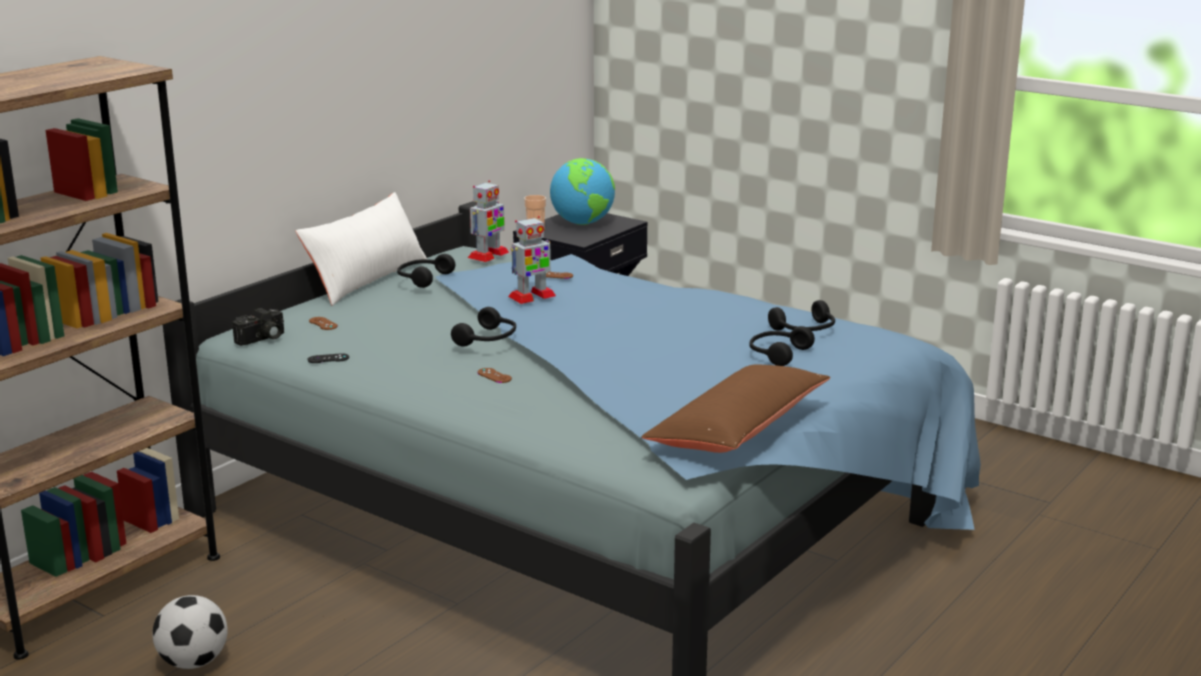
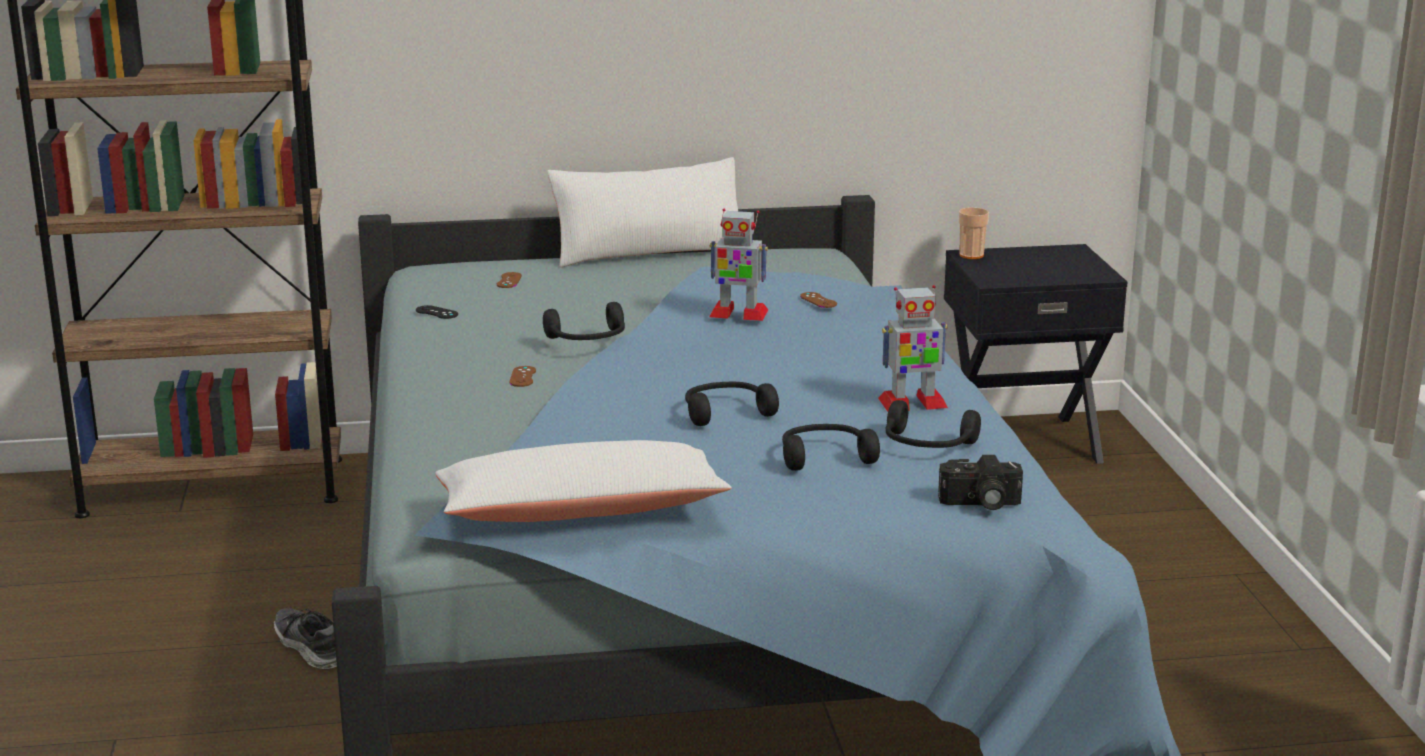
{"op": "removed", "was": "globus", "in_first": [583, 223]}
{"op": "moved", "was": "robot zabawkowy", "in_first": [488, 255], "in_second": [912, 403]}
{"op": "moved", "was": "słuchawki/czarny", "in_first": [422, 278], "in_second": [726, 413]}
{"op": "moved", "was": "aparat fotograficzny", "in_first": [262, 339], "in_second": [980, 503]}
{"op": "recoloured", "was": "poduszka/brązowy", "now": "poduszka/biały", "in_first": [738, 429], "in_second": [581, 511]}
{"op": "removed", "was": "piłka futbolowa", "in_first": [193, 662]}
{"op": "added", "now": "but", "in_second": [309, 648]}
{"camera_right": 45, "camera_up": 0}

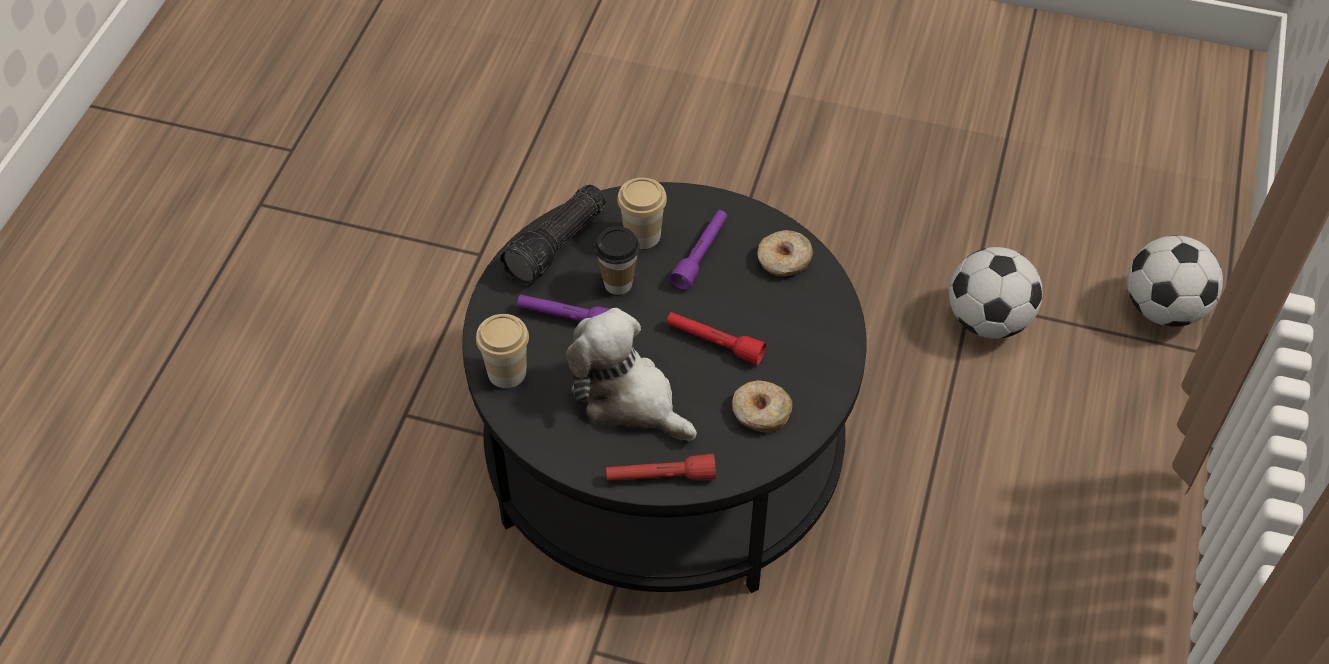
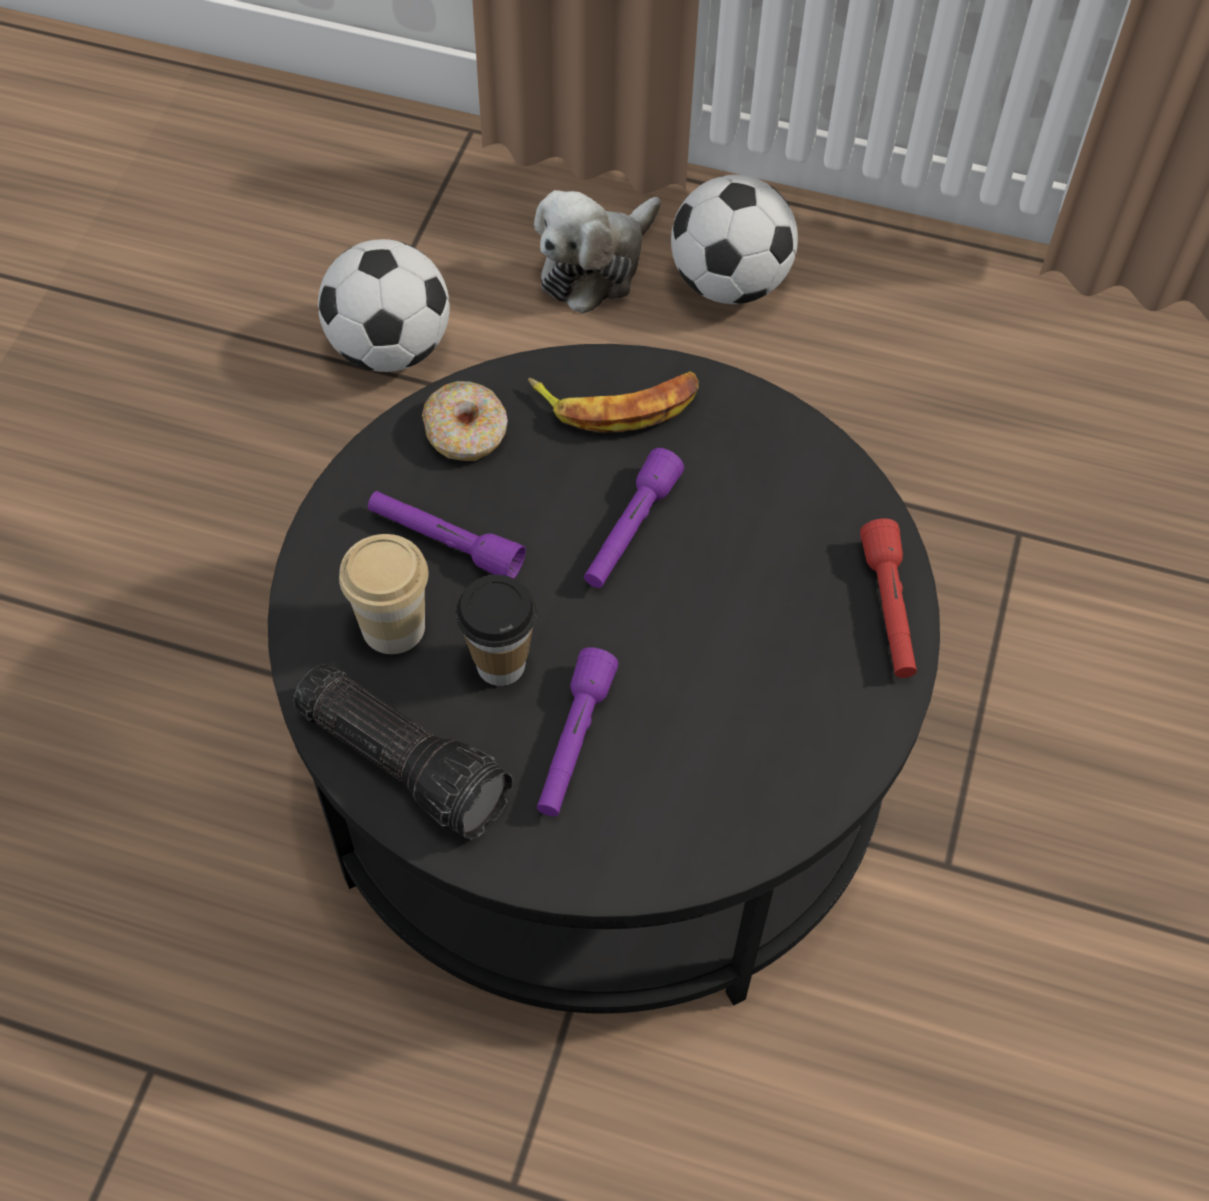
{"op": "moved", "was": "piłka futbolowa", "in_first": [1163, 309], "in_second": [729, 283]}
{"op": "moved", "was": "pluszak", "in_first": [628, 399], "in_second": [596, 266]}
{"op": "recoloured", "was": "latarka/czerwony", "now": "latarka/fioletowy", "in_first": [714, 343], "in_second": [630, 530]}
{"op": "removed", "was": "filiżanka", "in_first": [507, 372]}
{"op": "removed", "was": "donut", "in_first": [760, 412]}
{"op": "added", "now": "banan", "in_second": [618, 403]}
{"camera_right": -90, "camera_up": 5}

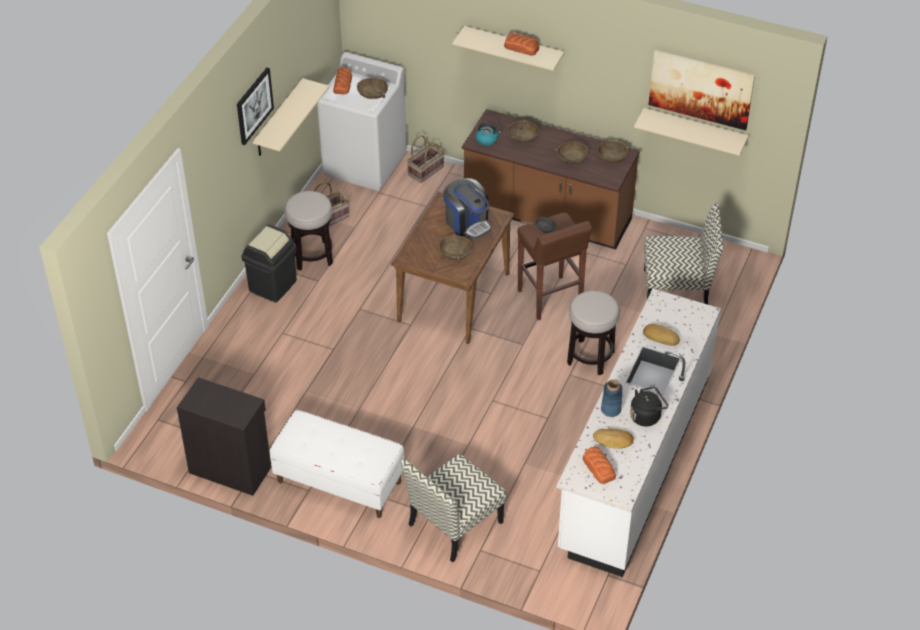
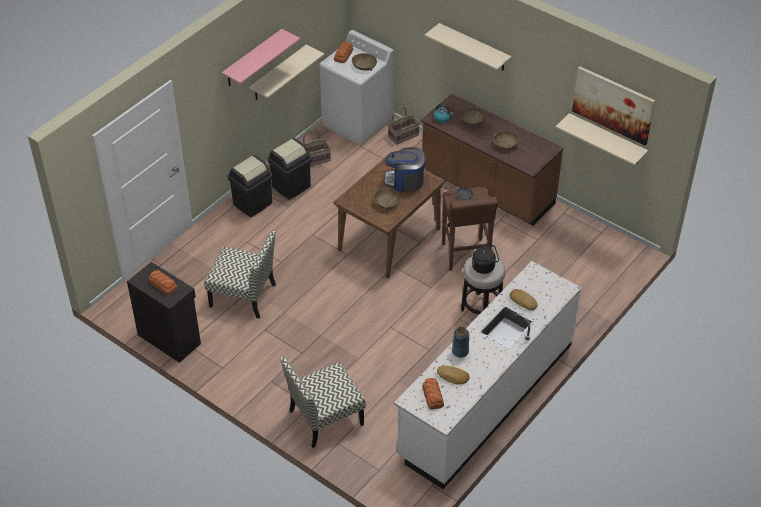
{"op": "moved", "was": "chleb", "in_first": [521, 47], "in_second": [163, 284]}
{"op": "replaced", "was": "obraz", "now": "półka/różowy", "in_first": [254, 105], "in_second": [252, 58]}
{"op": "removed", "was": "miska/brązowy", "in_first": [612, 156]}
{"op": "turned", "was": "ekspres do kawy", "in_first": [467, 223], "in_second": [405, 181], "clockwise": 120}
{"op": "replaced", "was": "stołek", "now": "kosz na śmieci/czarny", "in_first": [312, 256], "in_second": [291, 186]}
{"op": "moved", "was": "krzesło", "in_first": [677, 289], "in_second": [244, 295]}
{"op": "moved", "was": "czajnik/czarny", "in_first": [646, 416], "in_second": [484, 266]}
{"op": "removed", "was": "ławka/biały", "in_first": [339, 482]}
{"camera_right": 15, "camera_up": 0}

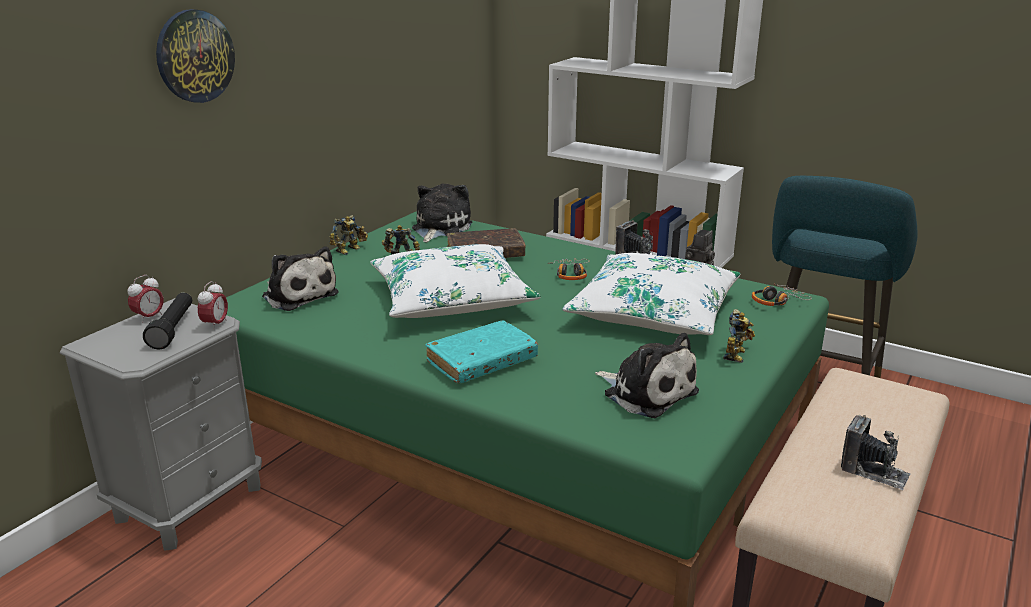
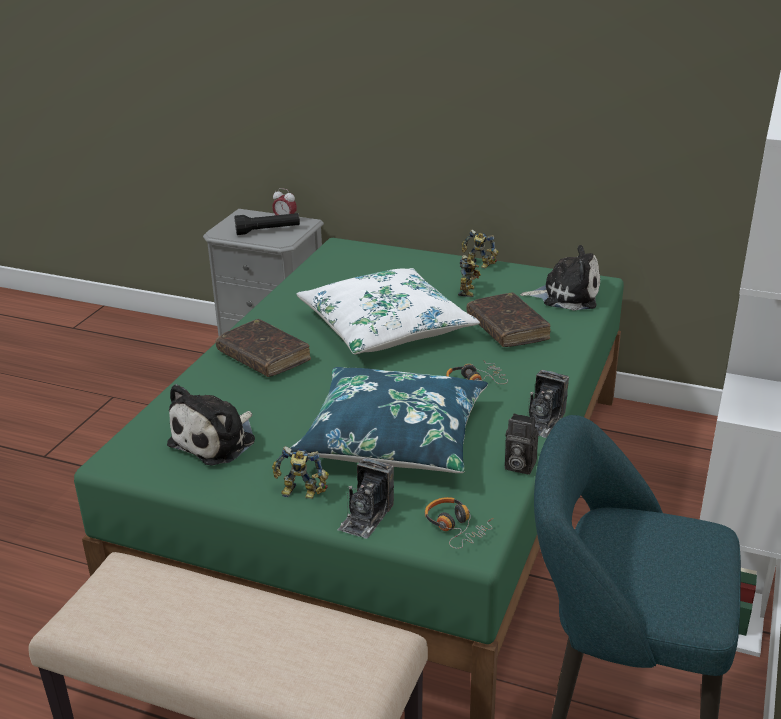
{"op": "removed", "was": "zegar ścienny", "in_first": [194, 56]}
{"op": "removed", "was": "pluszak", "in_first": [298, 295]}
{"op": "recoloured", "was": "poduszka/biały", "now": "poduszka/niebieski", "in_first": [653, 312], "in_second": [393, 437]}
{"op": "removed", "was": "budzik", "in_first": [215, 325]}
{"op": "recoloured", "was": "książka/turkusowy", "now": "książka/brązowy", "in_first": [482, 362], "in_second": [263, 357]}
{"op": "moved", "was": "aparat fotograficzny", "in_first": [874, 471], "in_second": [366, 516]}
{"camera_right": 80, "camera_up": 5}

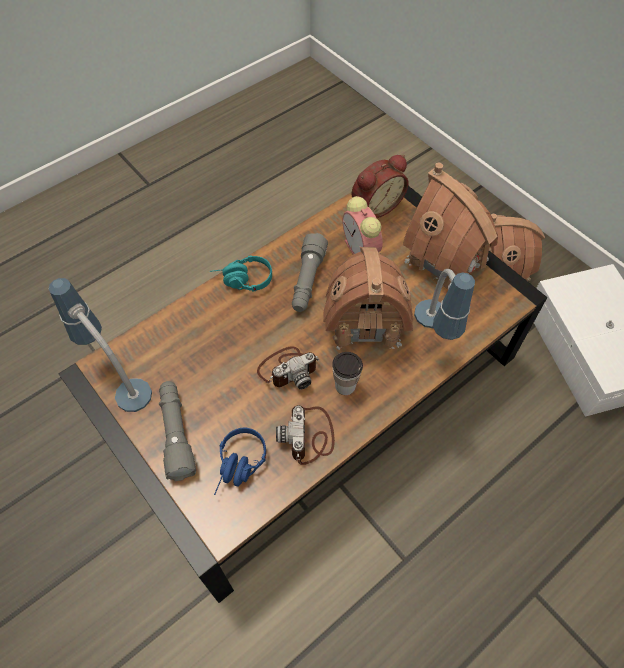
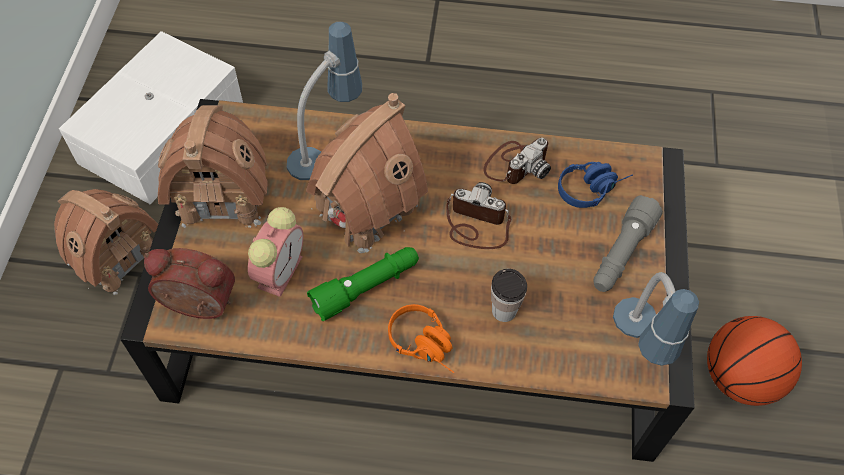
{"op": "recoloured", "was": "latarka/szary", "now": "latarka/zielony", "in_first": [307, 281], "in_second": [366, 287]}
{"op": "recoloured", "was": "słuchawki/turkusowy", "now": "słuchawki/pomarańczowy", "in_first": [242, 281], "in_second": [426, 345]}
{"op": "moved", "was": "filiżanka", "in_first": [345, 386], "in_second": [504, 310]}
{"op": "added", "now": "piłka do koszykówki", "in_second": [739, 378]}
{"camera_right": -135, "camera_up": 0}

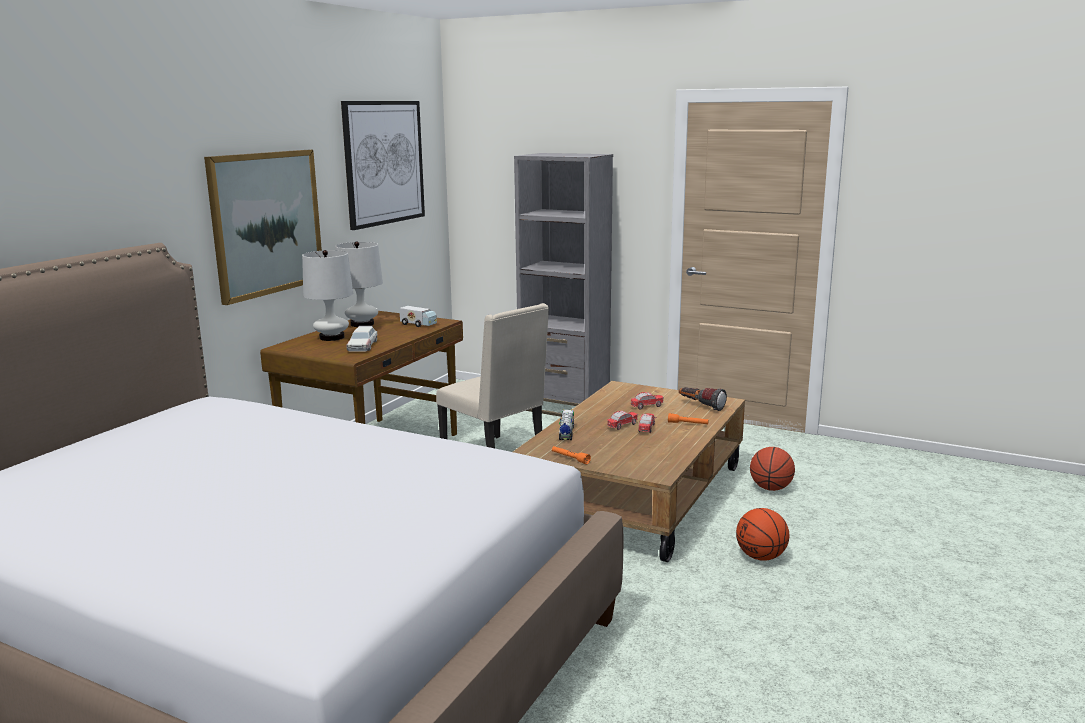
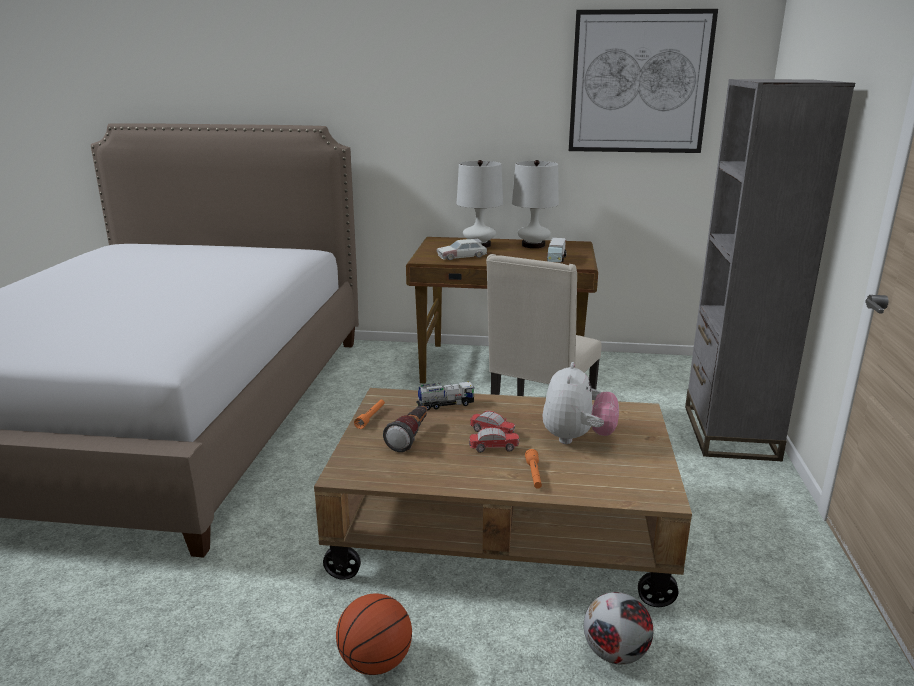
{"op": "removed", "was": "obraz", "in_first": [266, 223]}
{"op": "moved", "was": "latarka", "in_first": [700, 406], "in_second": [411, 437]}
{"op": "replaced", "was": "samochodzik", "now": "pluszak", "in_first": [646, 406], "in_second": [577, 438]}
{"op": "replaced", "was": "piłka do koszykówki", "now": "piłka futbolowa", "in_first": [770, 488], "in_second": [615, 654]}
{"camera_right": 70, "camera_up": 5}

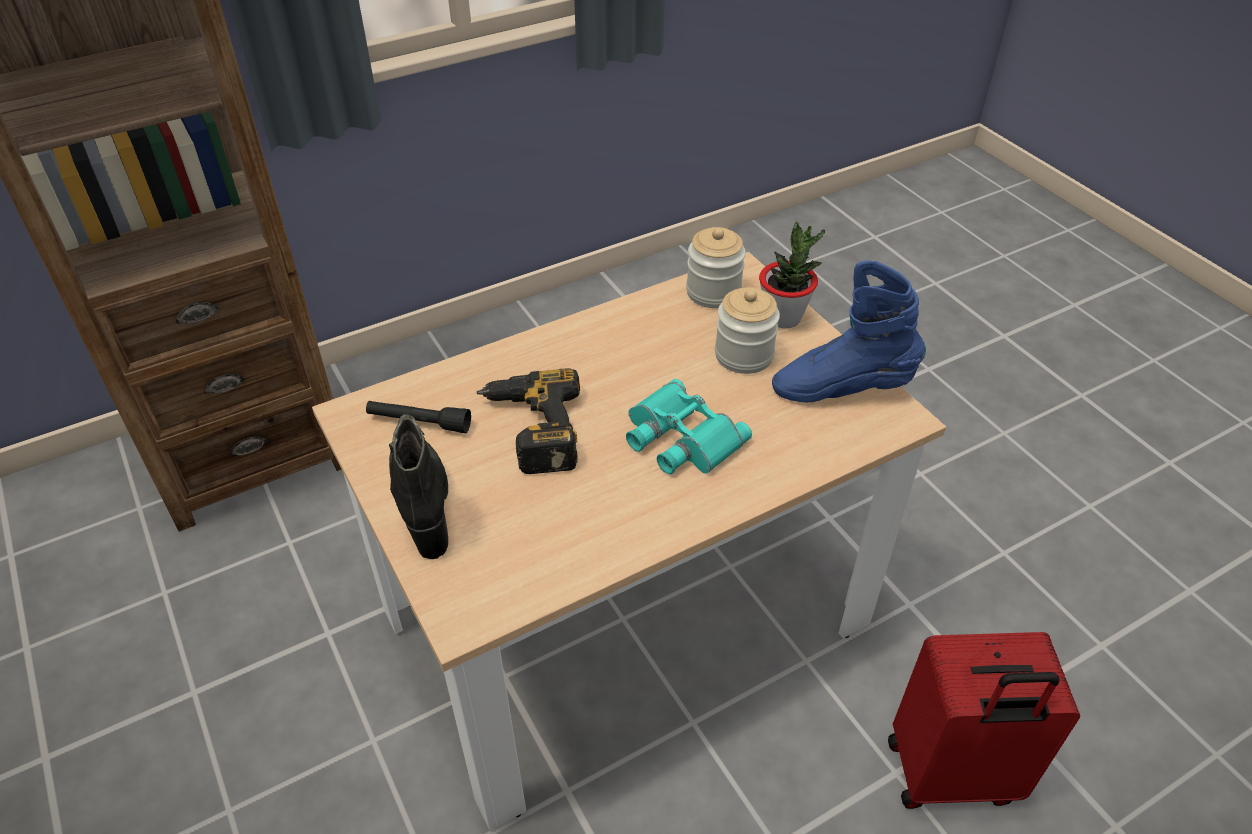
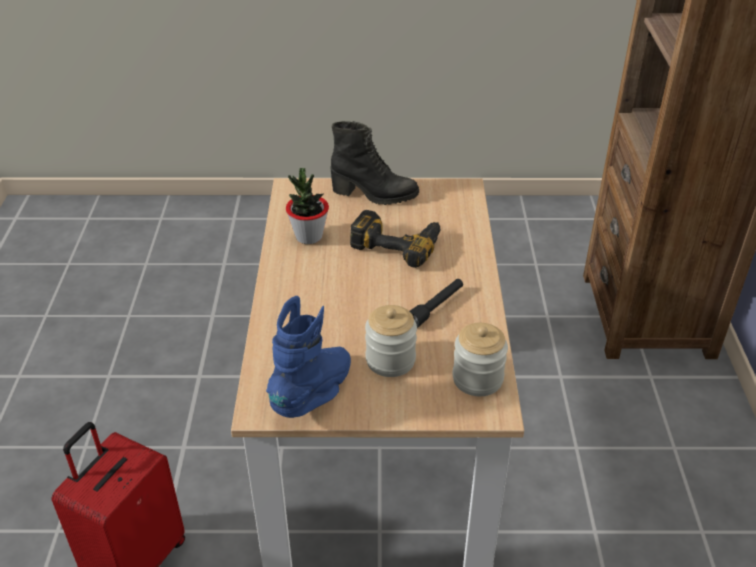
{"op": "moved", "was": "roślina doniczkowa", "in_first": [783, 317], "in_second": [308, 236]}
{"op": "removed", "was": "lornetka/turkusowy", "in_first": [679, 438]}
{"op": "moved", "was": "latarka/czarny", "in_first": [419, 422], "in_second": [436, 307]}
{"camera_right": 120, "camera_up": -5}

